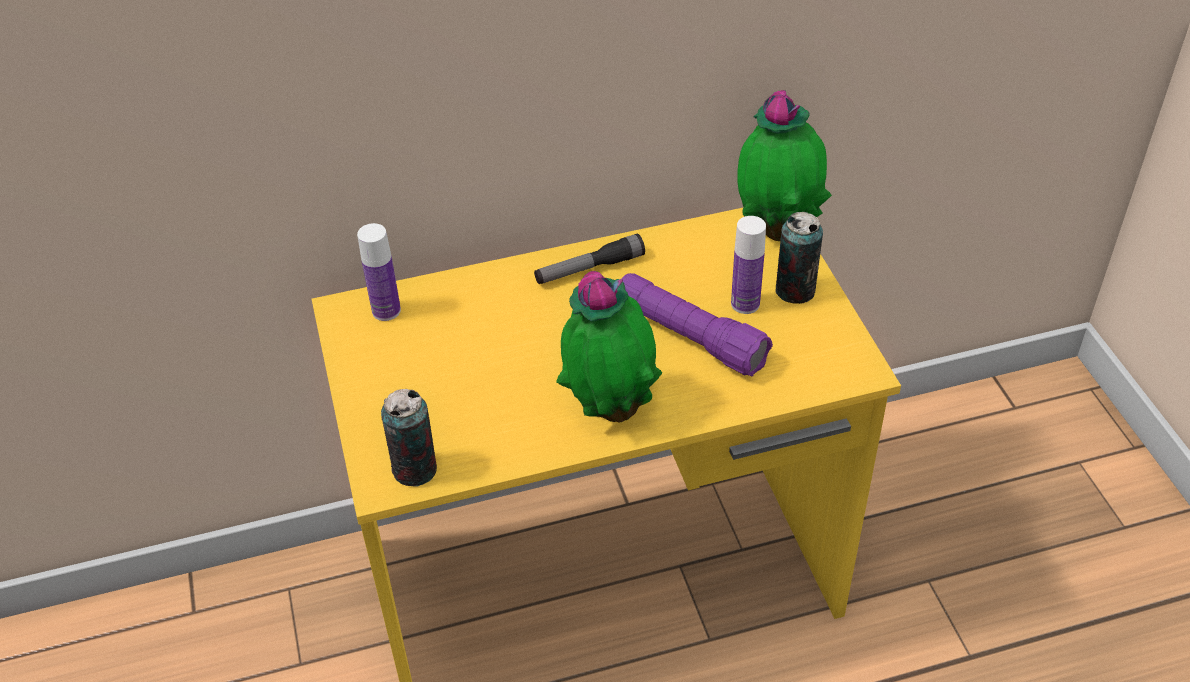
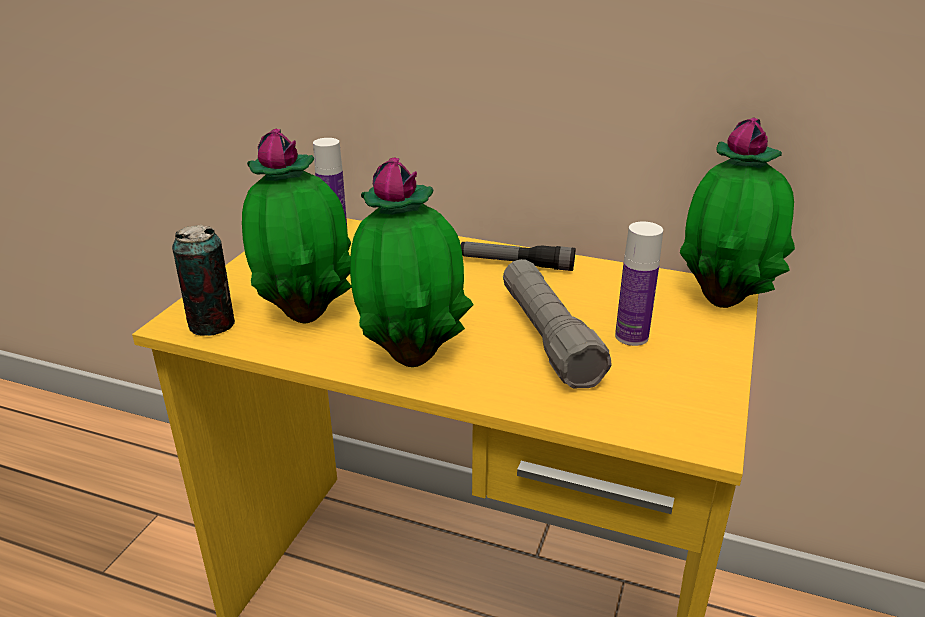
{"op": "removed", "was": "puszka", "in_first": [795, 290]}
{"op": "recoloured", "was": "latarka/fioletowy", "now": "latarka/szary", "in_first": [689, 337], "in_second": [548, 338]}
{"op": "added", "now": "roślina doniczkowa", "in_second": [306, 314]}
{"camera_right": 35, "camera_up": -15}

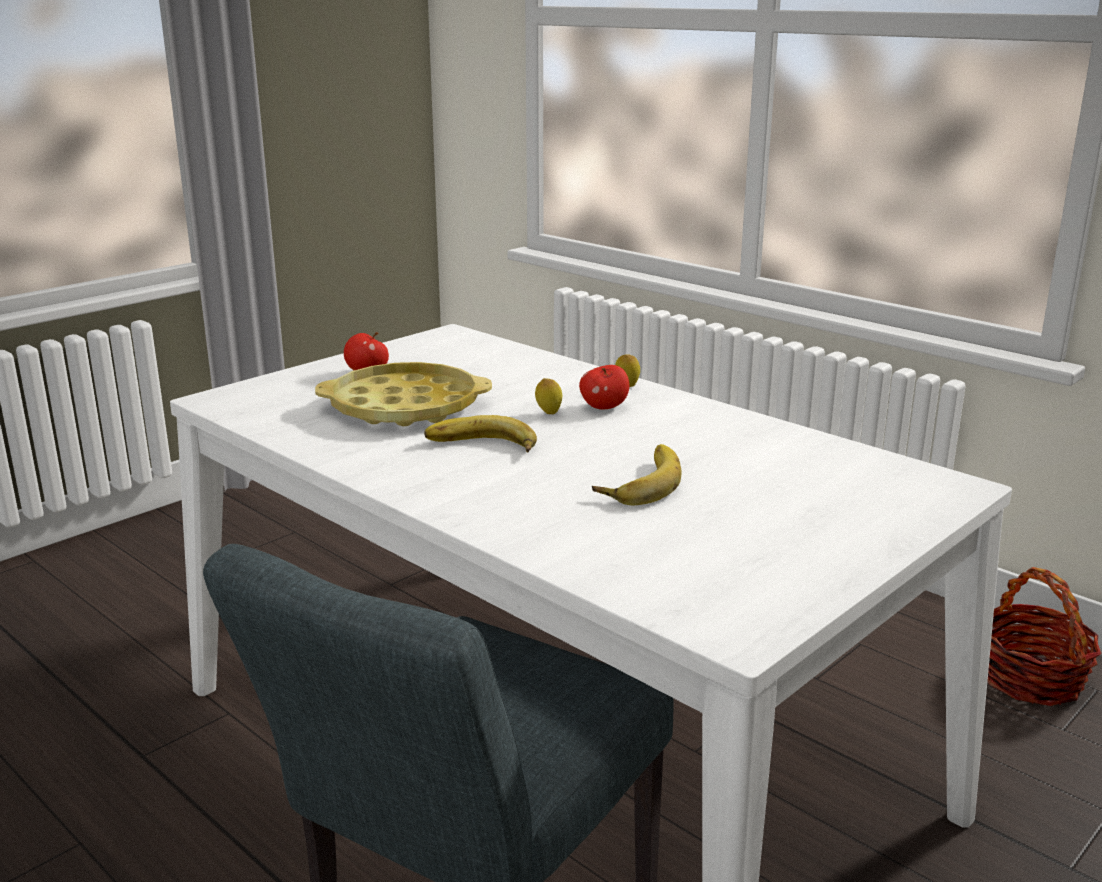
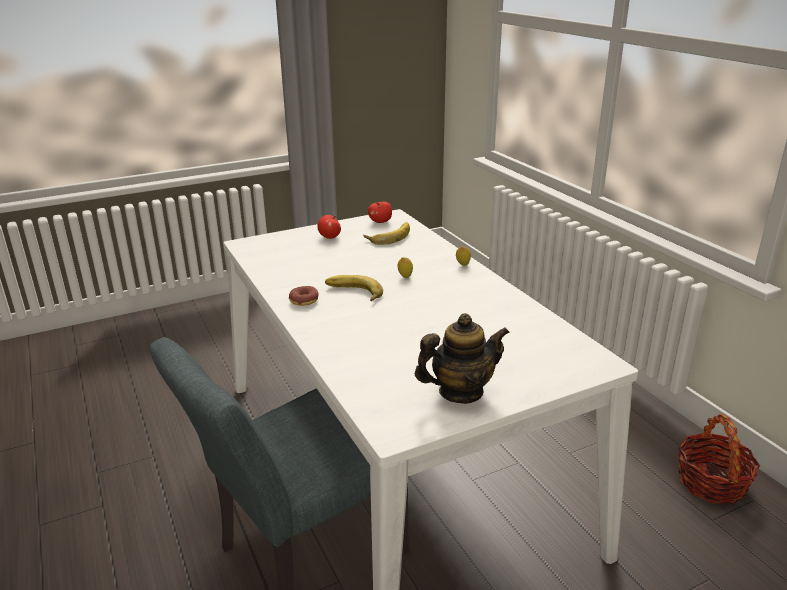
{"op": "removed", "was": "taca/żółty", "in_first": [405, 407]}
{"op": "moved", "was": "jabłko", "in_first": [603, 407], "in_second": [380, 222]}
{"op": "moved", "was": "banan", "in_first": [638, 482], "in_second": [388, 236]}
{"op": "added", "now": "donut", "in_second": [304, 300]}
{"op": "added", "now": "imbryk", "in_second": [460, 392]}
{"camera_right": 20, "camera_up": 5}

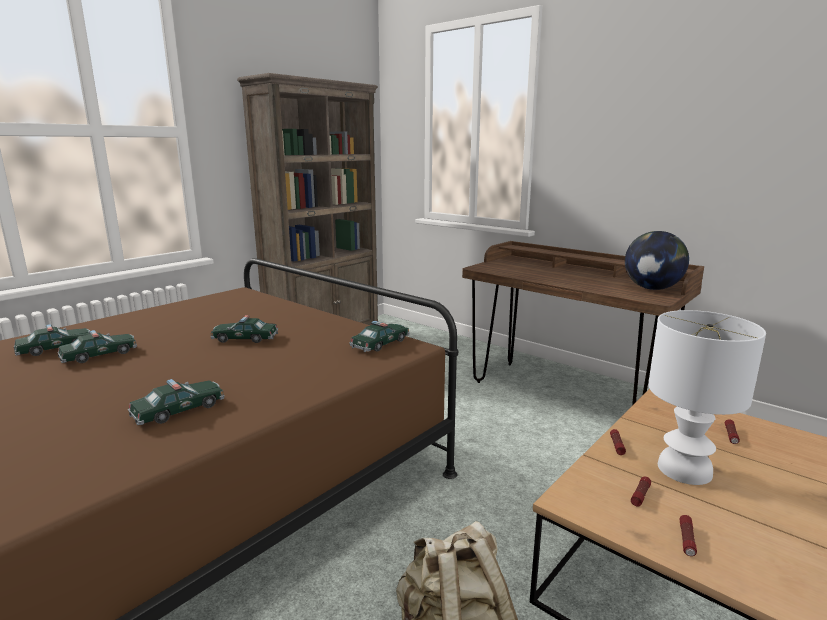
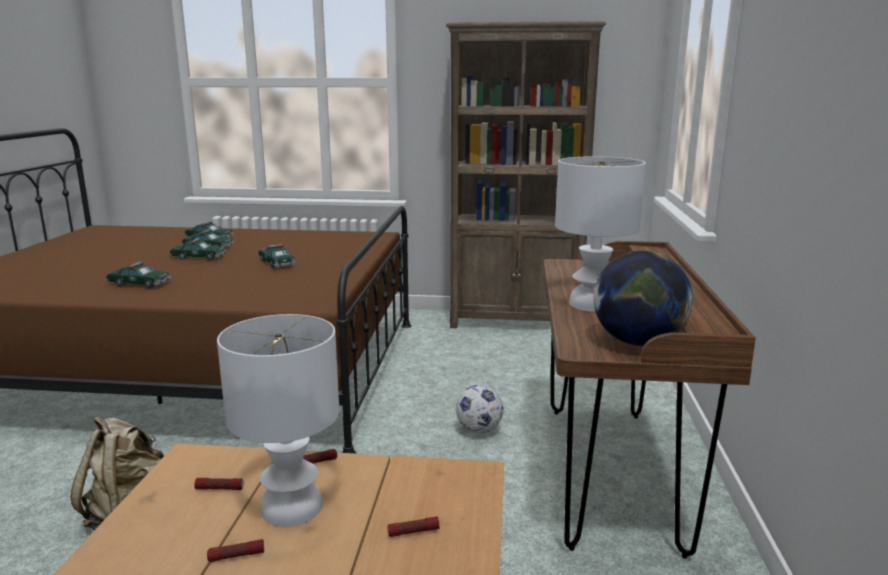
{"op": "moved", "was": "samochodzik", "in_first": [380, 344], "in_second": [198, 257]}
{"op": "moved", "was": "latarka", "in_first": [687, 540], "in_second": [236, 556]}
{"op": "added", "now": "lampa stołowa/biały", "in_second": [591, 304]}
{"op": "added", "now": "piłka futbolowa", "in_second": [479, 430]}
{"camera_right": 55, "camera_up": 0}

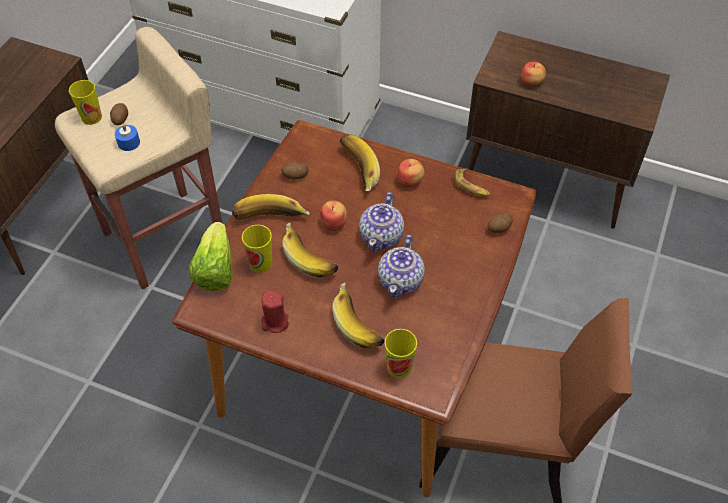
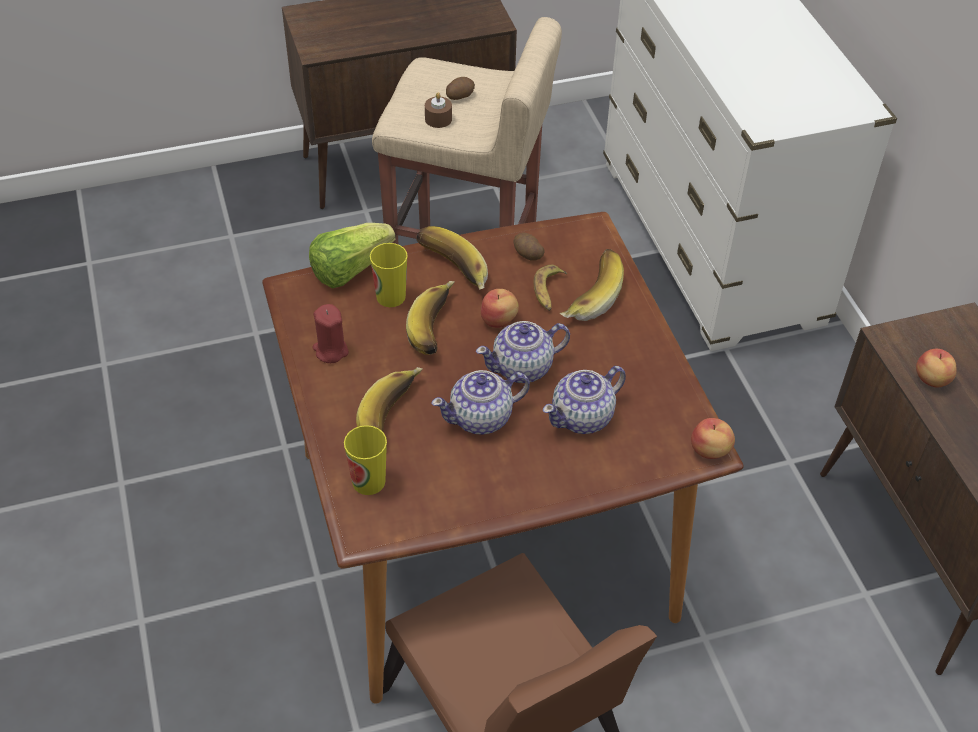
{"op": "removed", "was": "filiżanka", "in_first": [91, 117]}
{"op": "recoloured", "was": "świeca/niebieski", "now": "świeca/brązowy", "in_first": [129, 142], "in_second": [438, 119]}
{"op": "moved", "was": "jabłko", "in_first": [410, 181], "in_second": [710, 451]}
{"op": "moved", "was": "banan", "in_first": [471, 187], "in_second": [548, 292]}
{"op": "removed", "was": "ziemniak", "in_first": [499, 228]}
{"op": "added", "now": "imbryk", "in_second": [583, 417]}
{"camera_right": 50, "camera_up": -5}

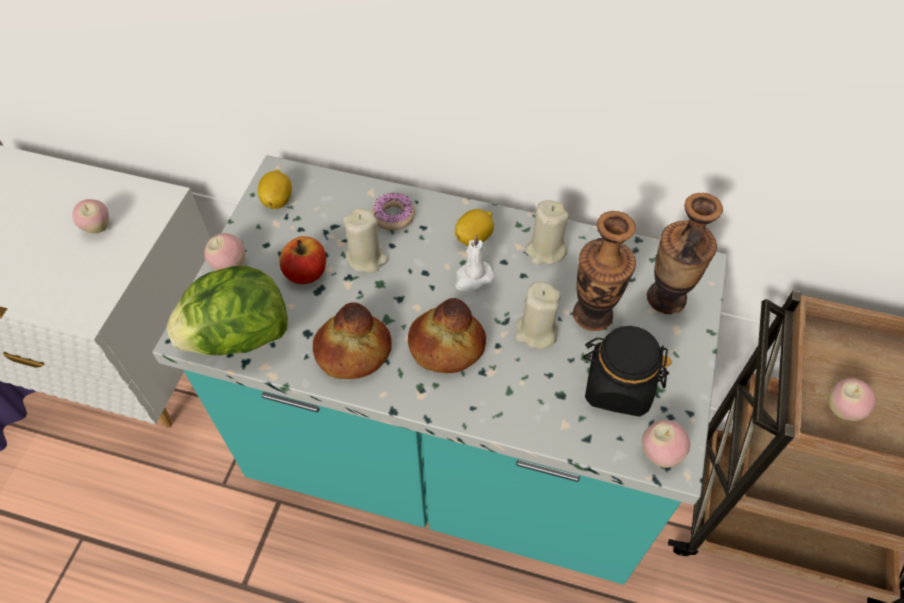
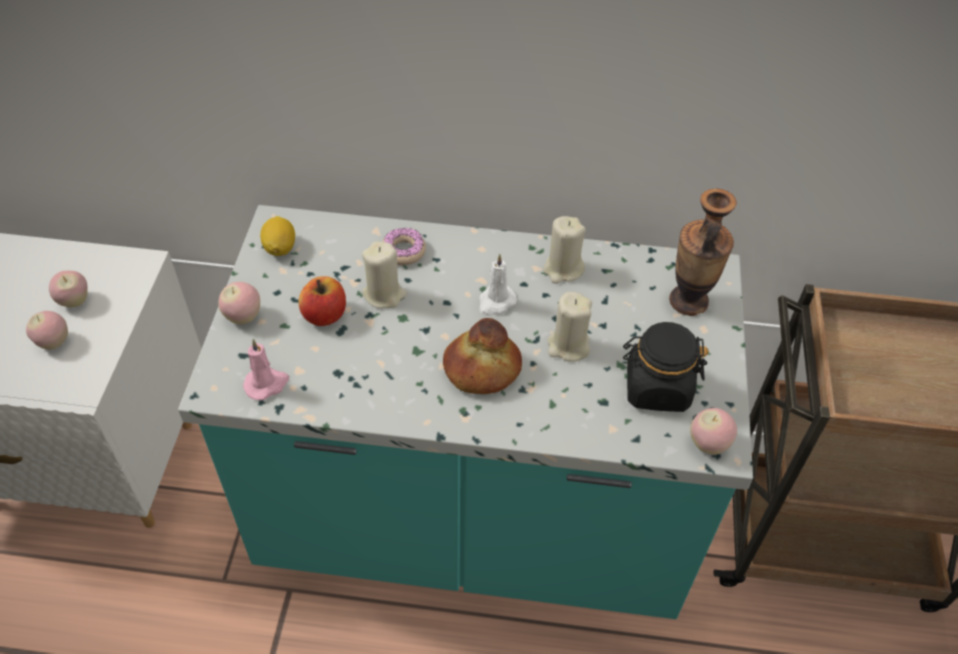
{"op": "removed", "was": "cytryna", "in_first": [474, 237]}
{"op": "removed", "was": "wazon", "in_first": [592, 315]}
{"op": "replaced", "was": "sałata", "now": "świeca/różowy", "in_first": [239, 337], "in_second": [267, 384]}
{"op": "removed", "was": "chleb", "in_first": [353, 352]}
{"op": "moved", "was": "jabłko", "in_first": [842, 409], "in_second": [54, 342]}
{"camera_right": -10, "camera_up": -5}

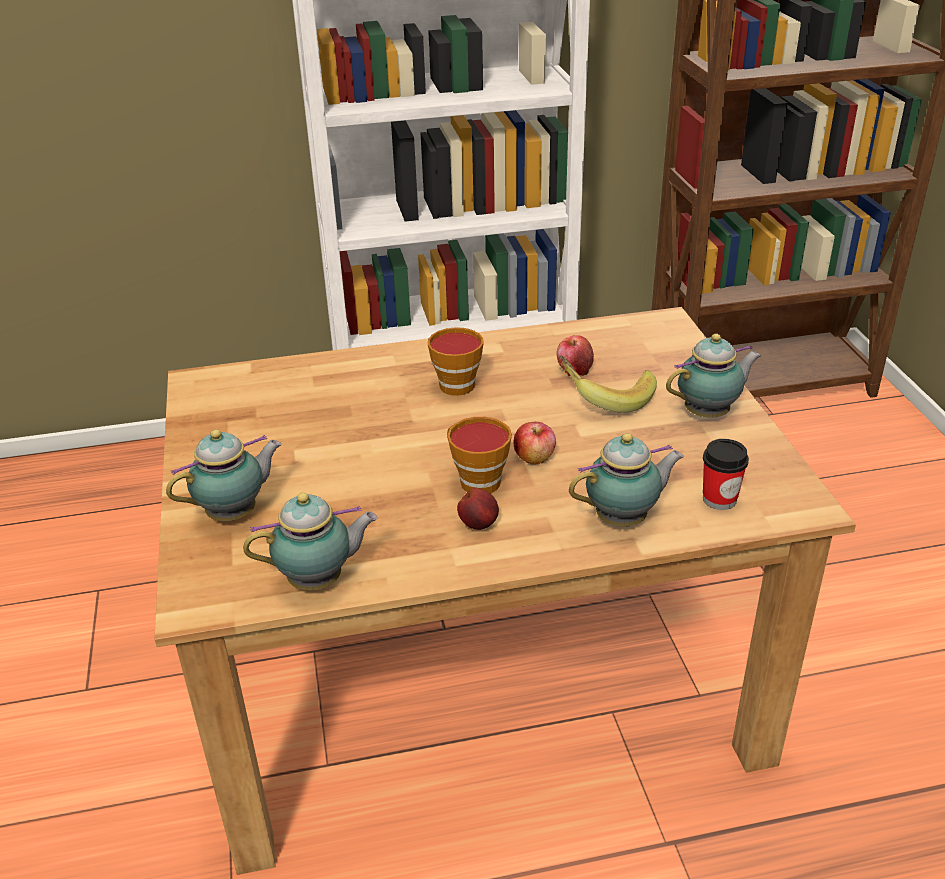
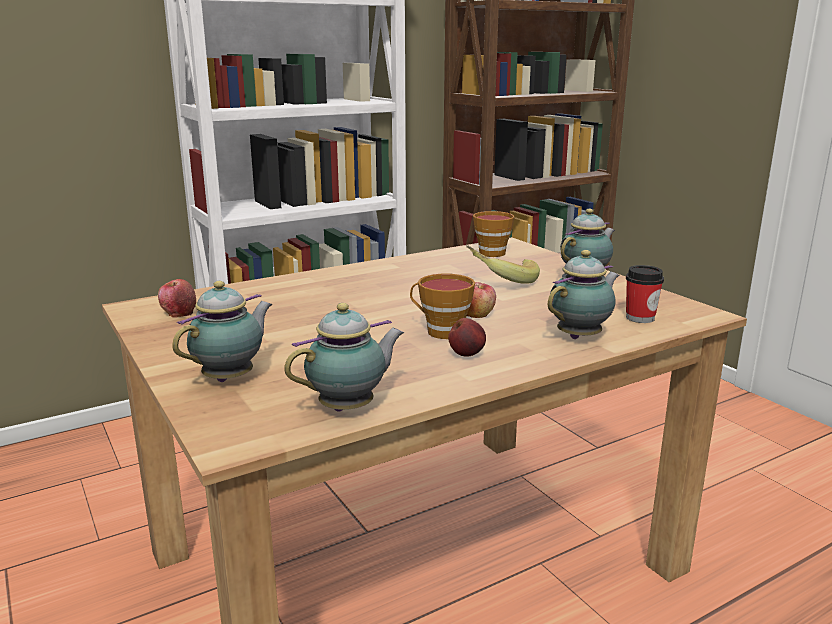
{"op": "moved", "was": "filiżanka", "in_first": [458, 383], "in_second": [491, 252]}
{"op": "moved", "was": "jabłko", "in_first": [574, 369], "in_second": [178, 312]}
{"camera_right": -20, "camera_up": -15}

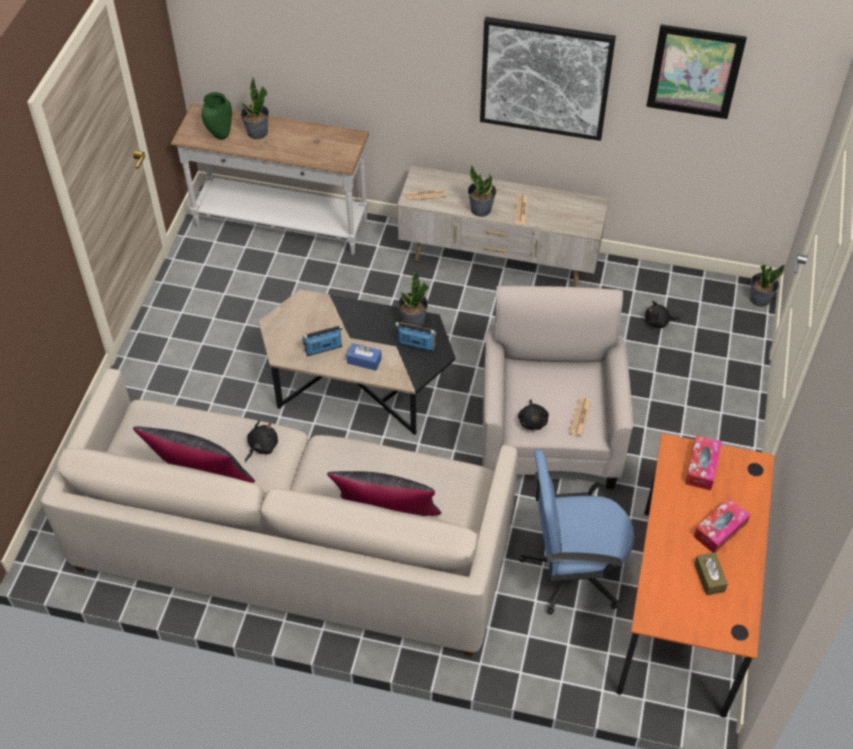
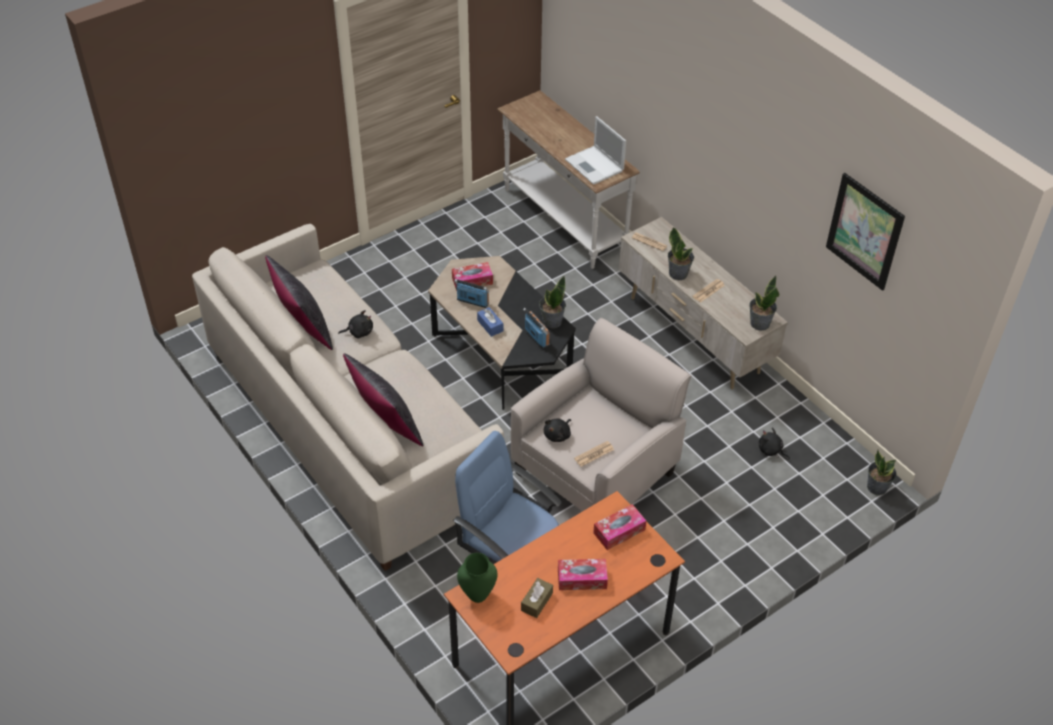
{"op": "removed", "was": "obraz", "in_first": [545, 78]}
{"op": "moved", "was": "roślina doniczkowa", "in_first": [257, 132], "in_second": [759, 323]}
{"op": "moved", "was": "wazon/zielony", "in_first": [220, 135], "in_second": [478, 595]}
{"op": "added", "now": "laptop", "in_second": [595, 166]}
{"op": "added", "now": "pudełko chusteczek", "in_second": [472, 281]}
{"camera_right": 40, "camera_up": -5}

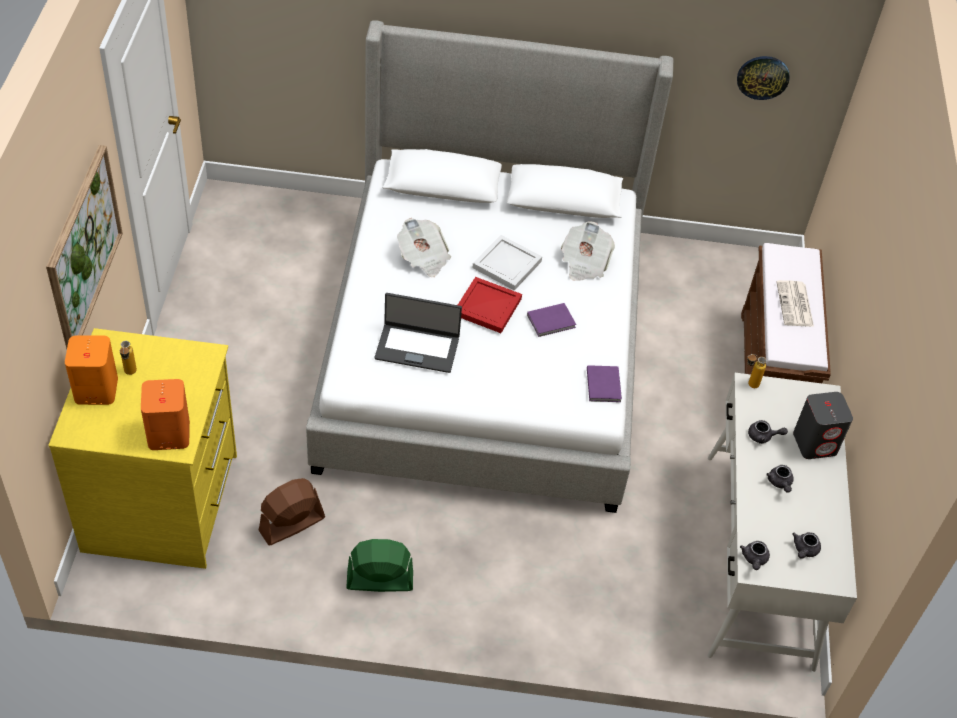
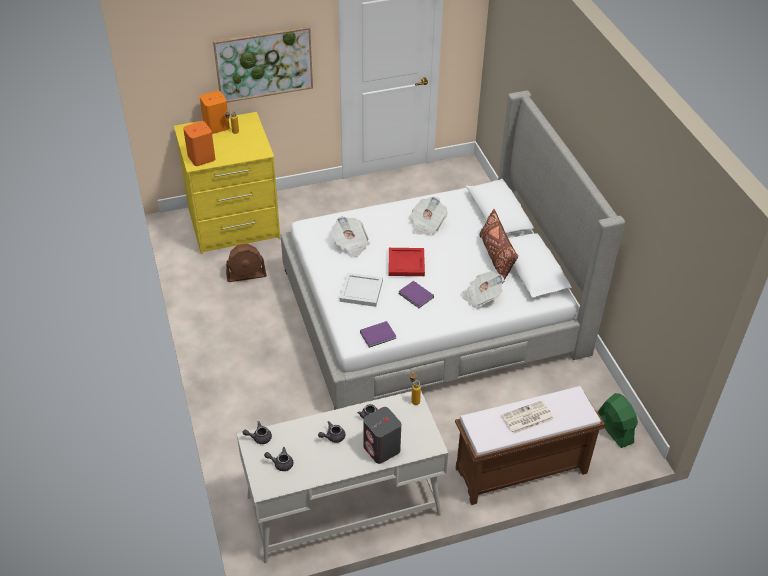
{"op": "removed", "was": "zegar ścienny", "in_first": [763, 77]}
{"op": "moved", "was": "taca/biały", "in_first": [506, 264], "in_second": [362, 291]}
{"op": "replaced", "was": "laptop", "now": "gazeta", "in_first": [417, 347], "in_second": [350, 244]}
{"op": "turned", "was": "wentylator/brązowy", "in_first": [291, 524], "in_second": [246, 275], "clockwise": 135}
{"op": "moved", "was": "wentylator/zielony", "in_first": [379, 580], "in_second": [614, 429]}
{"op": "added", "now": "poduszka/brązowy", "in_second": [496, 257]}
{"camera_right": 70, "camera_up": -5}

